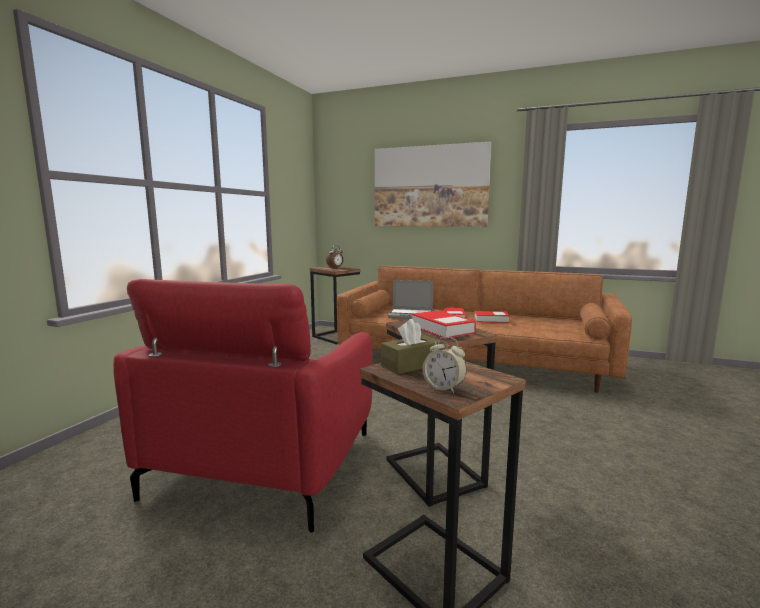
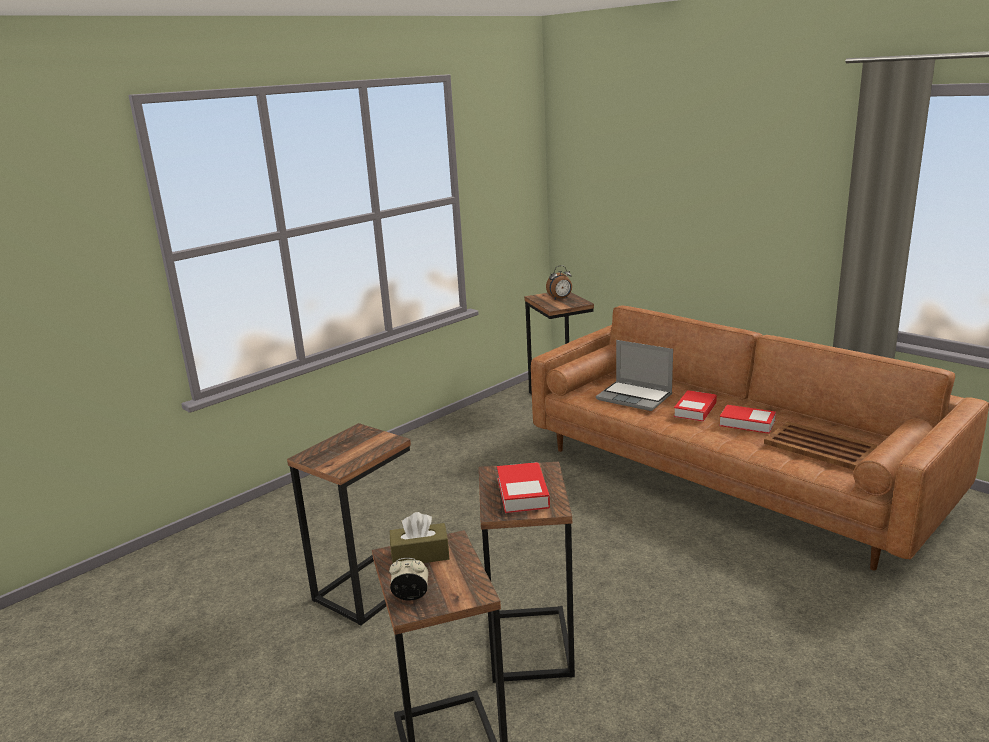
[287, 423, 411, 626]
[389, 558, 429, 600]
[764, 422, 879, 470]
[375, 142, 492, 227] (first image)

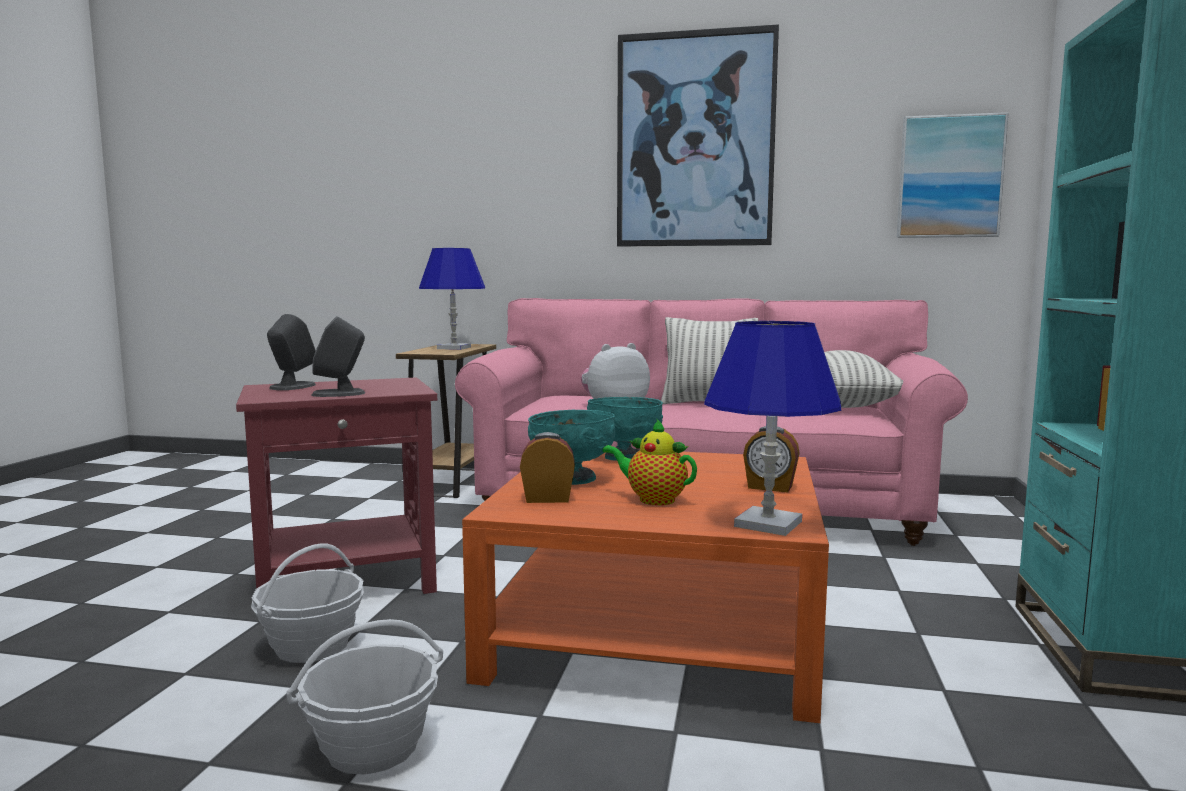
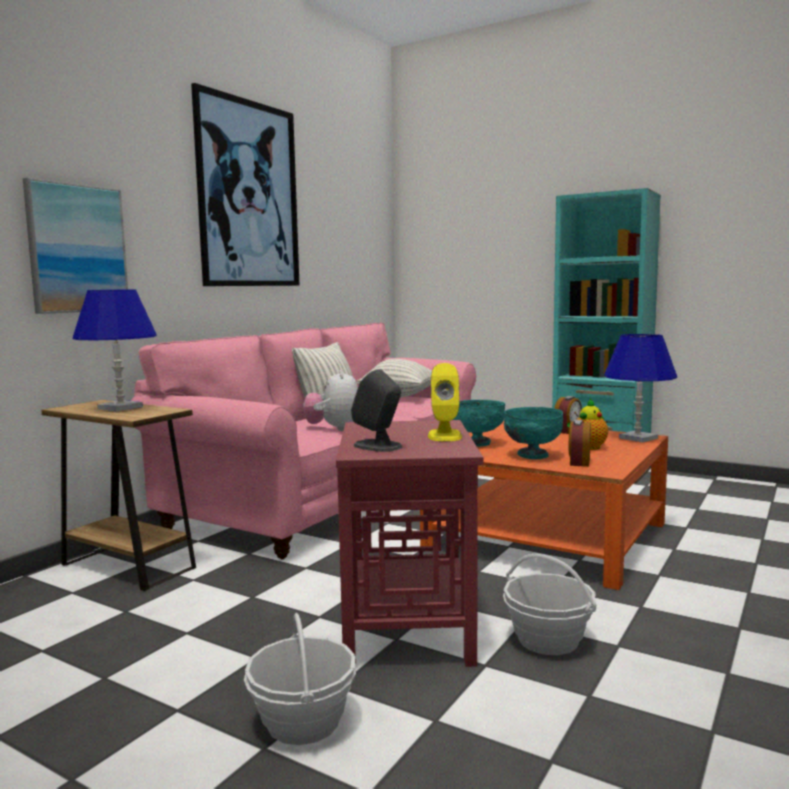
[23, 178, 128, 314]
[244, 613, 356, 745]
[428, 363, 462, 441]

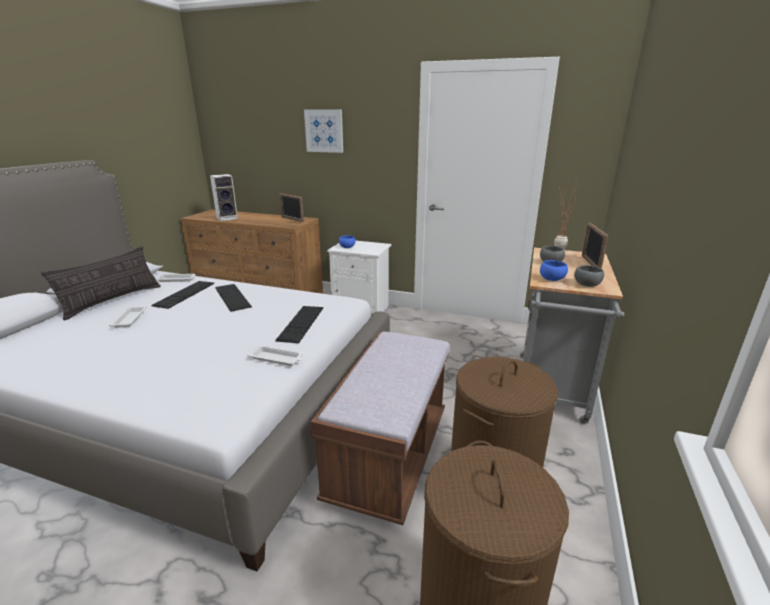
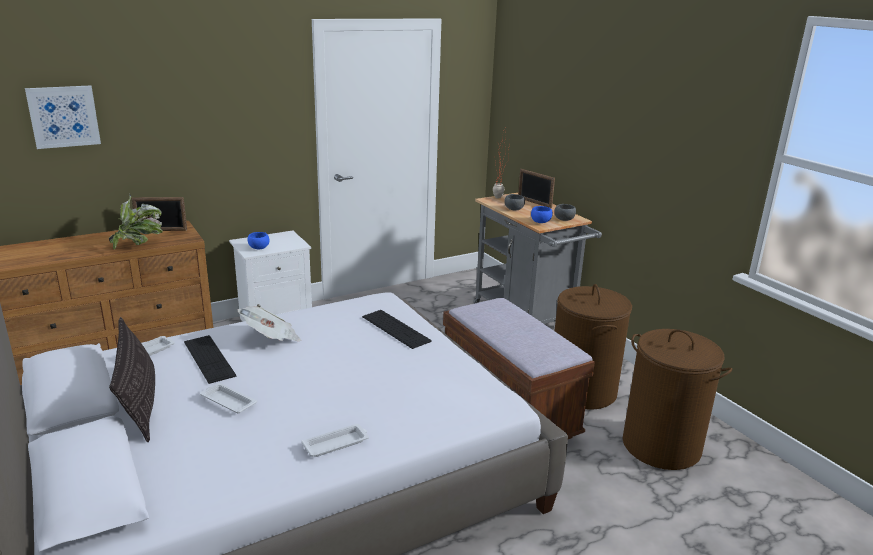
[25, 85, 101, 149]
[109, 194, 163, 250]
[238, 306, 301, 341]
[301, 424, 369, 457]
[210, 174, 238, 221] (first image)

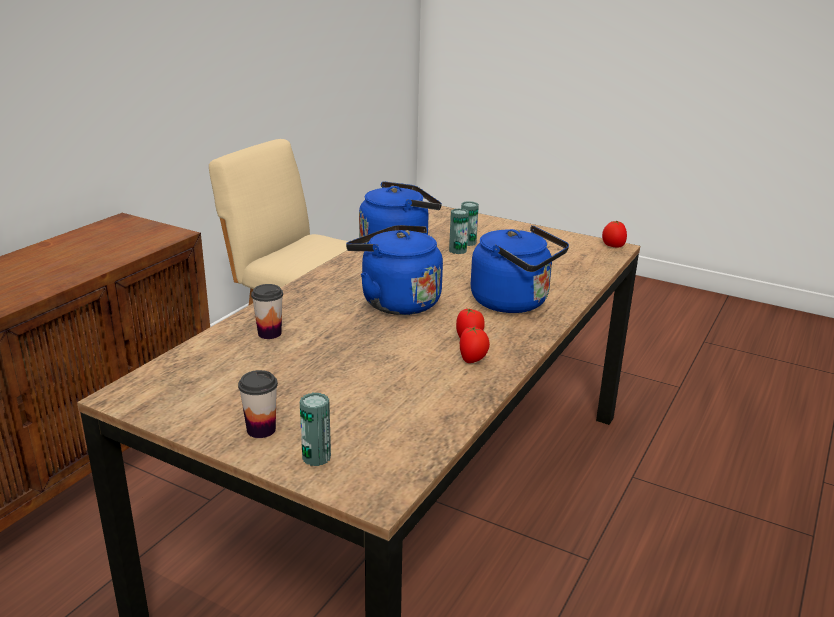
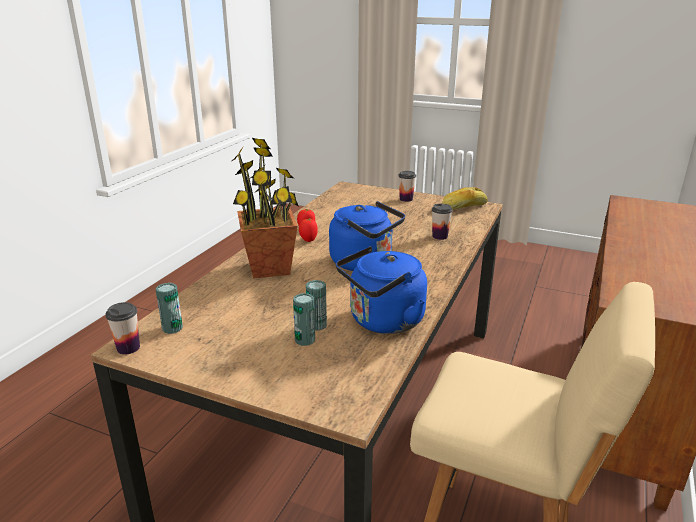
[106, 302, 140, 355]
[156, 283, 183, 334]
[232, 138, 299, 279]
[442, 187, 488, 209]

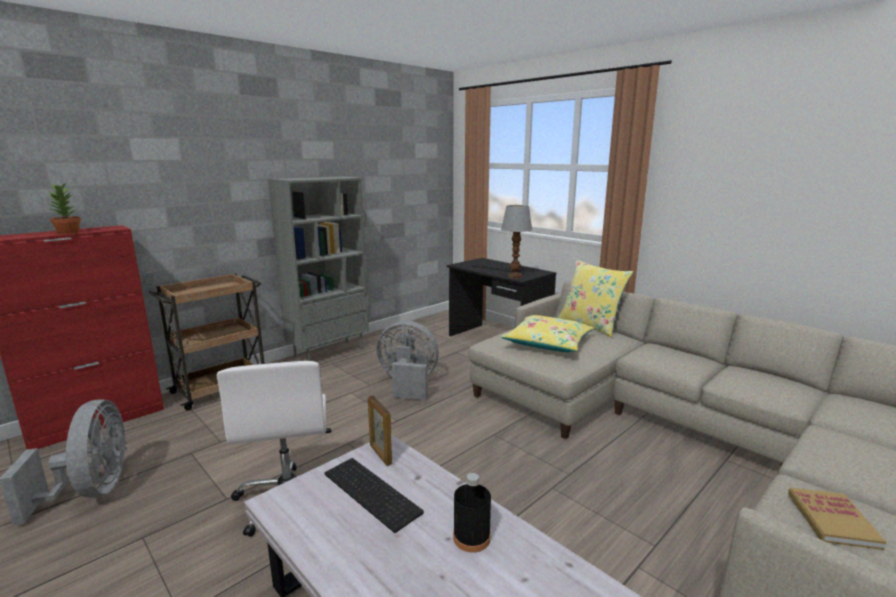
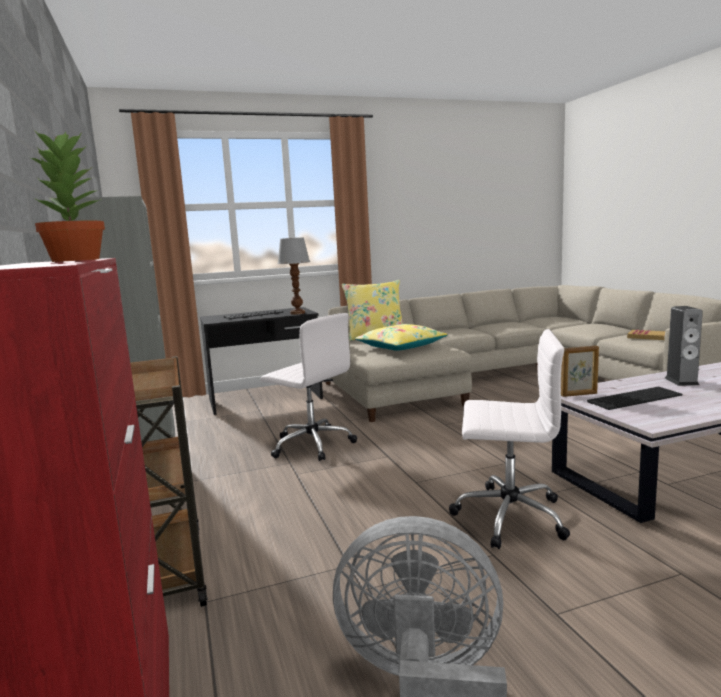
[261, 313, 357, 461]
[665, 306, 703, 386]

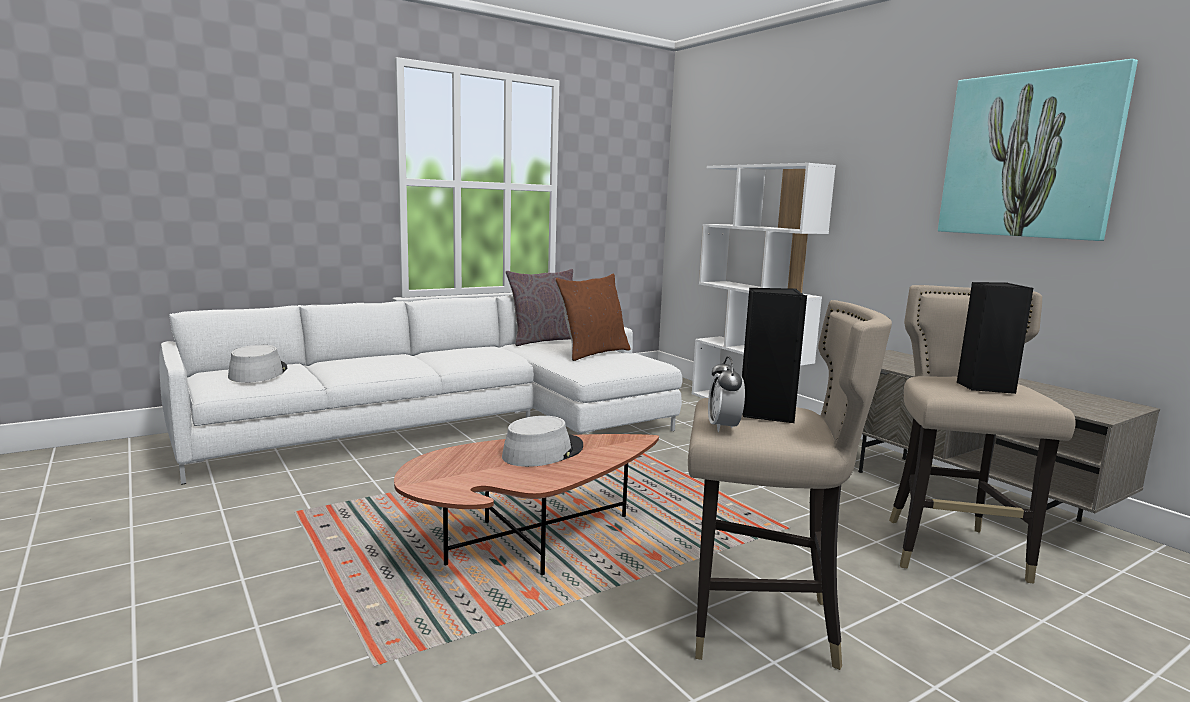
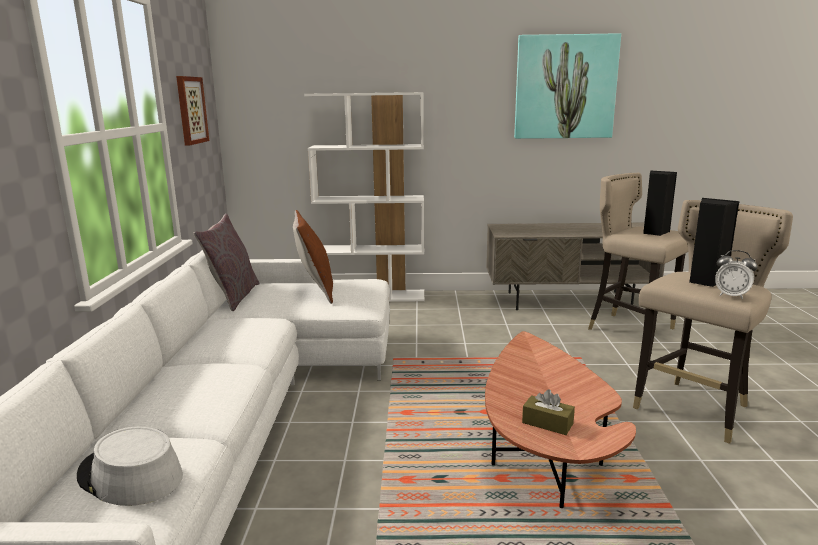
[176, 76, 209, 145]
[522, 389, 575, 435]
[502, 416, 583, 467] (first image)

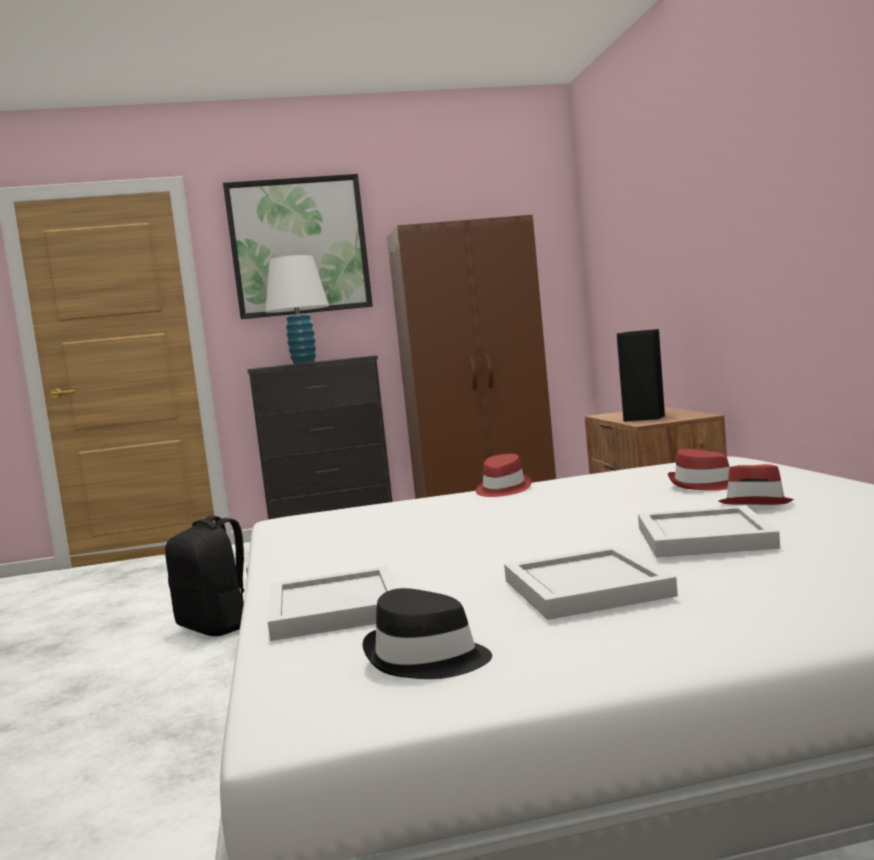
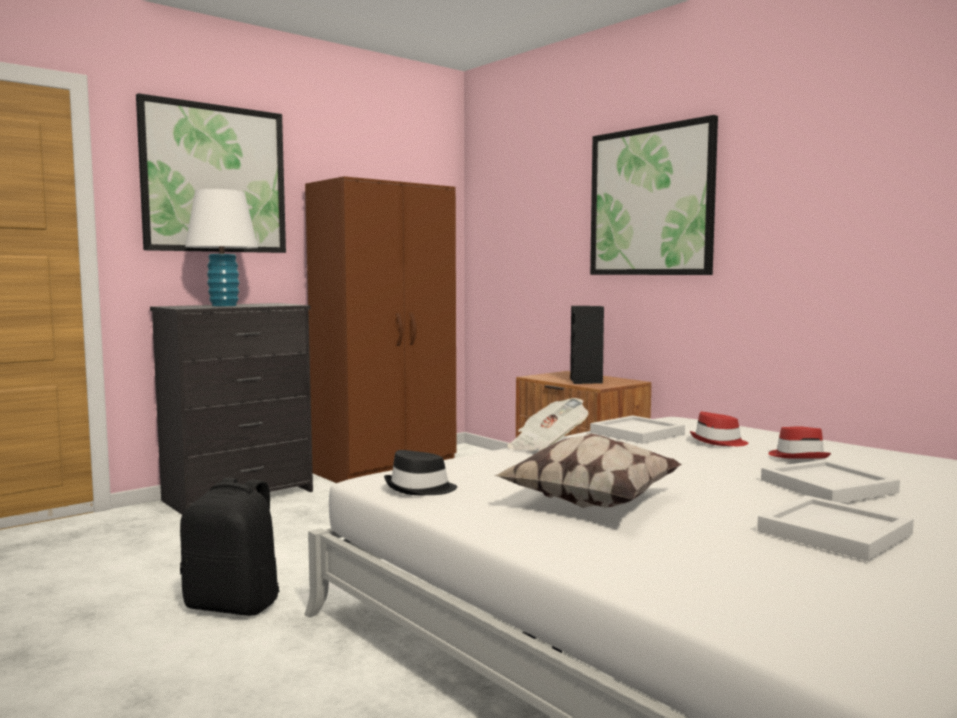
[384, 450, 457, 495]
[494, 433, 682, 508]
[507, 398, 589, 451]
[590, 115, 718, 275]
[590, 415, 685, 444]

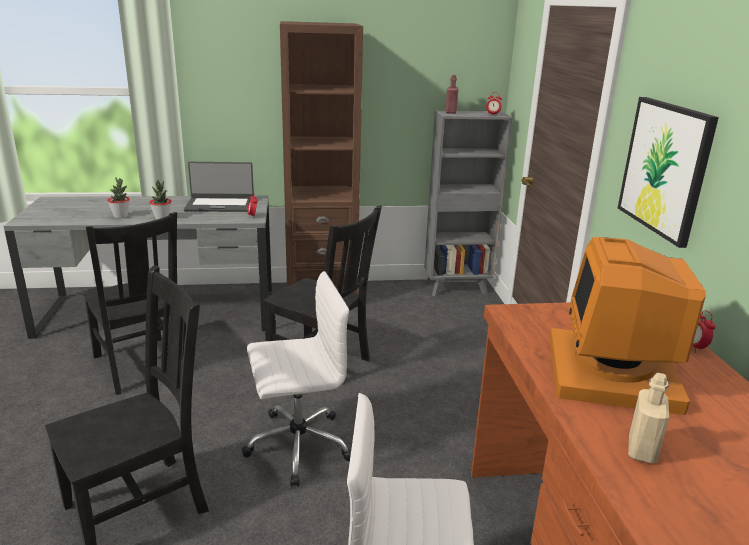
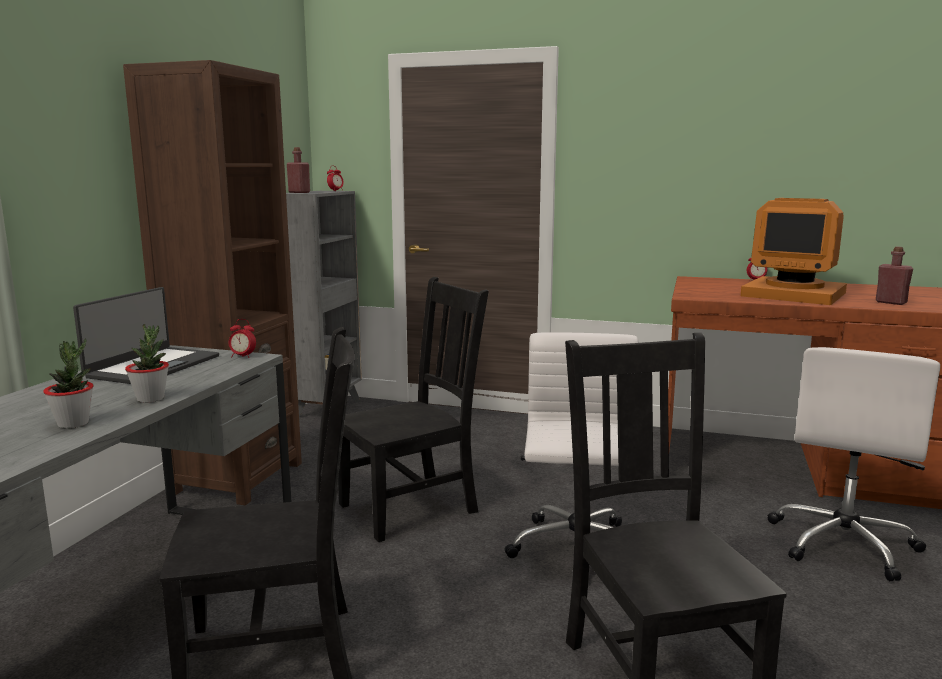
[876, 246, 913, 305]
[618, 97, 719, 248] (first image)

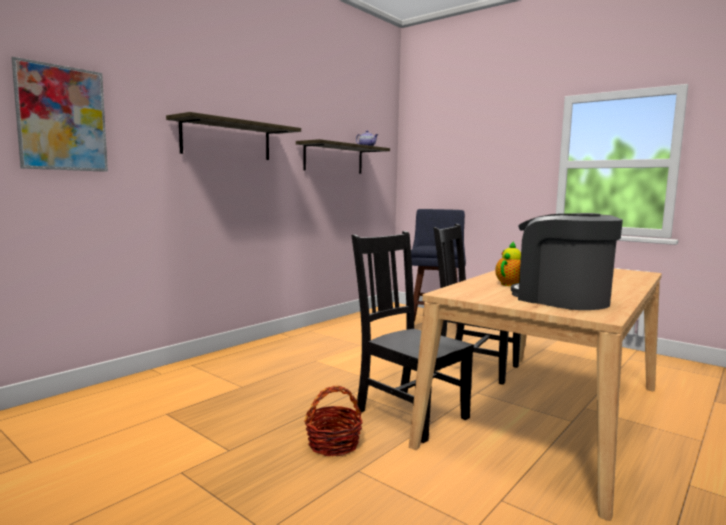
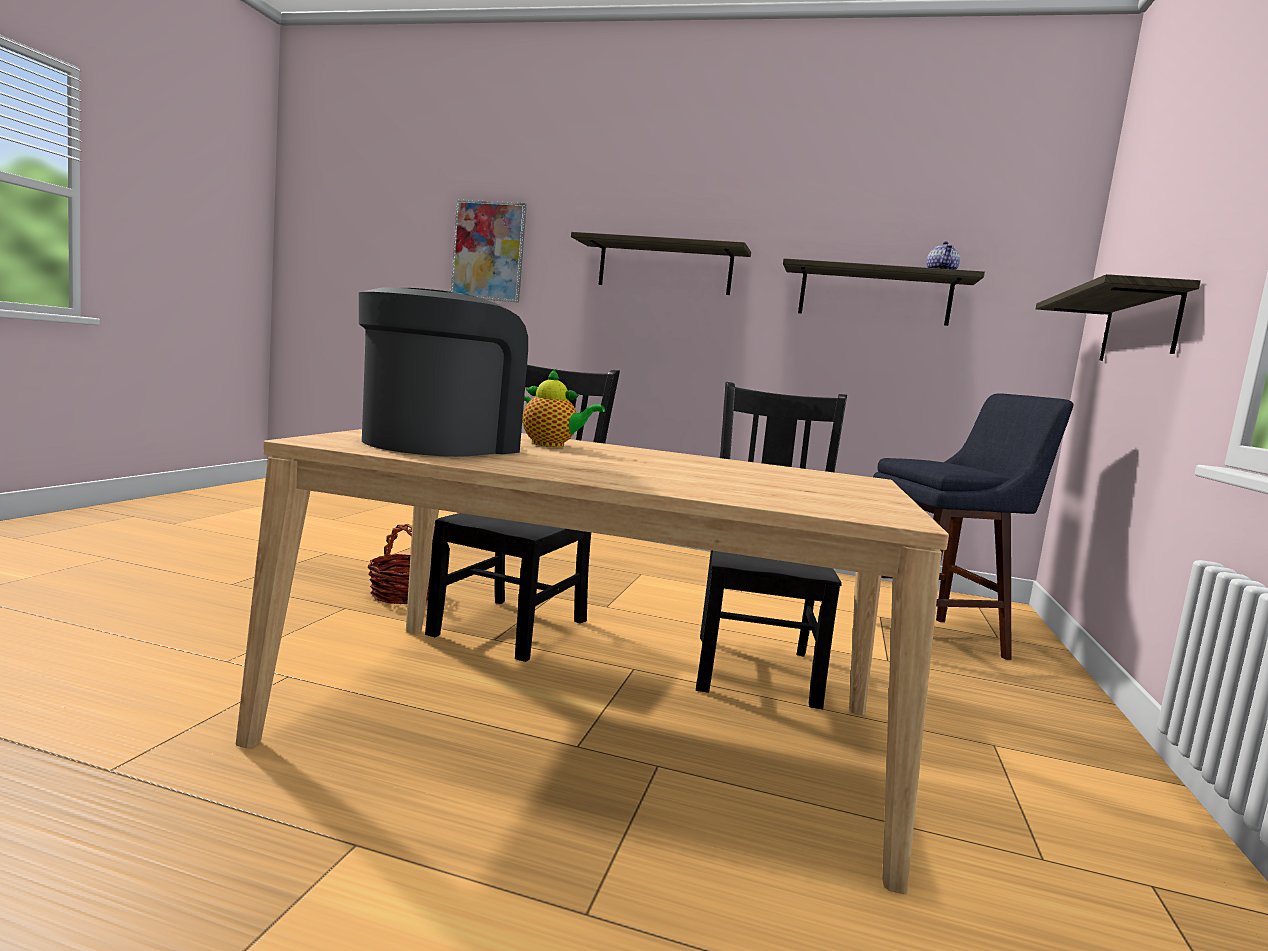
[1036, 274, 1201, 361]

